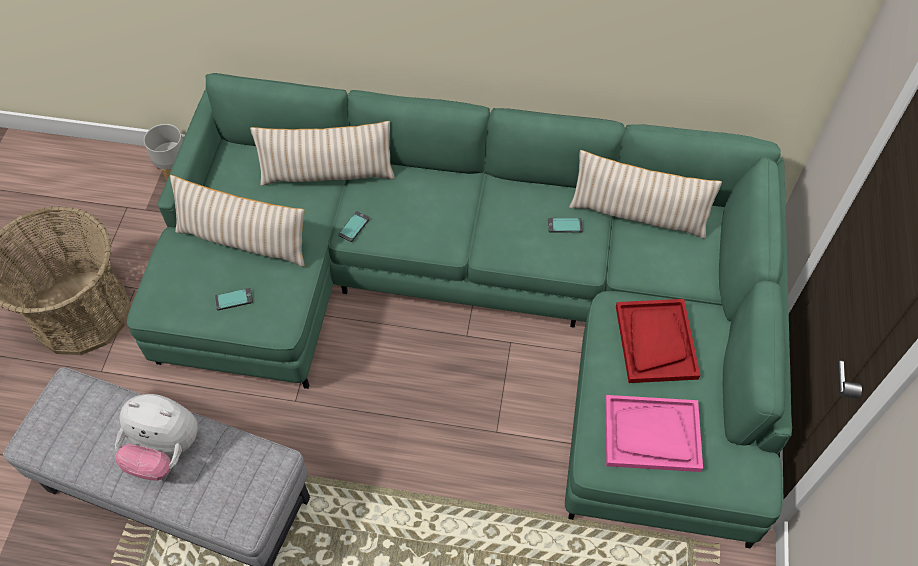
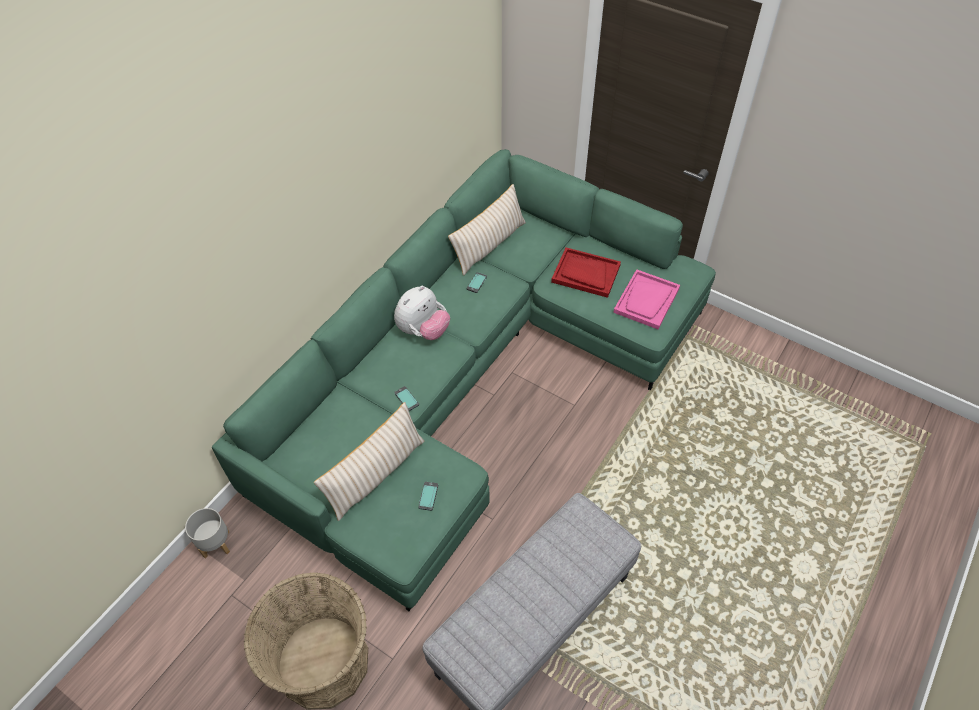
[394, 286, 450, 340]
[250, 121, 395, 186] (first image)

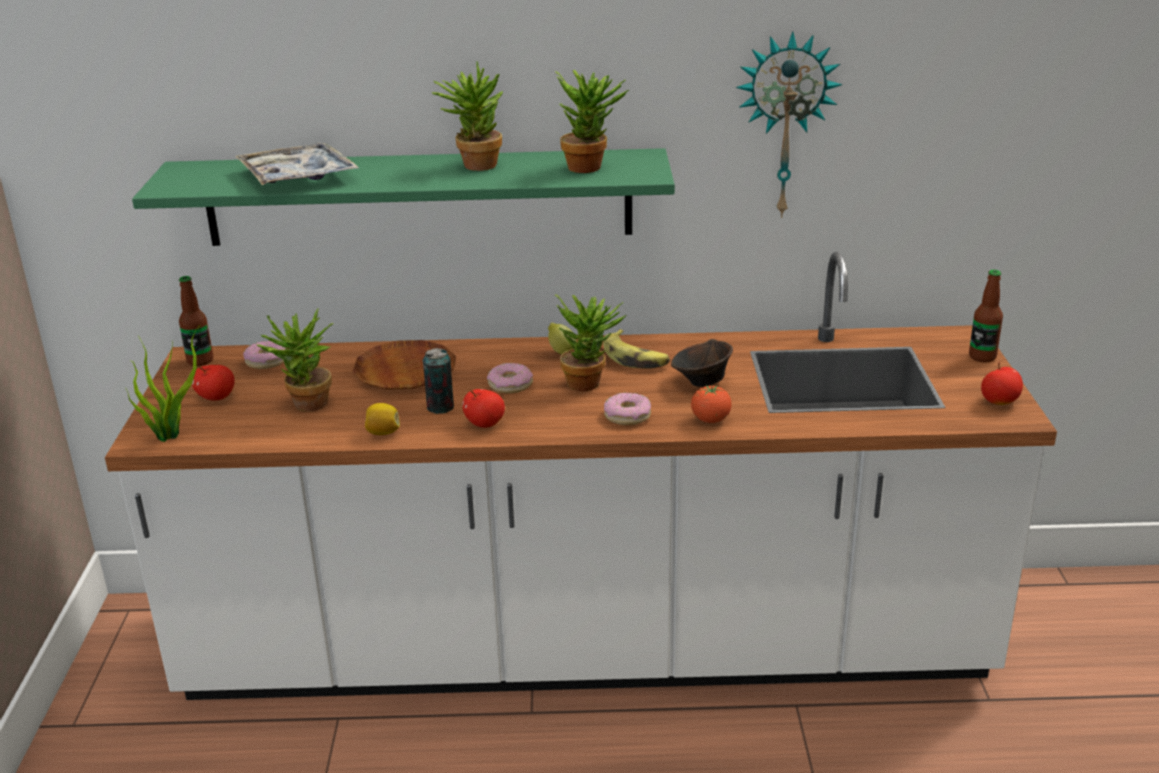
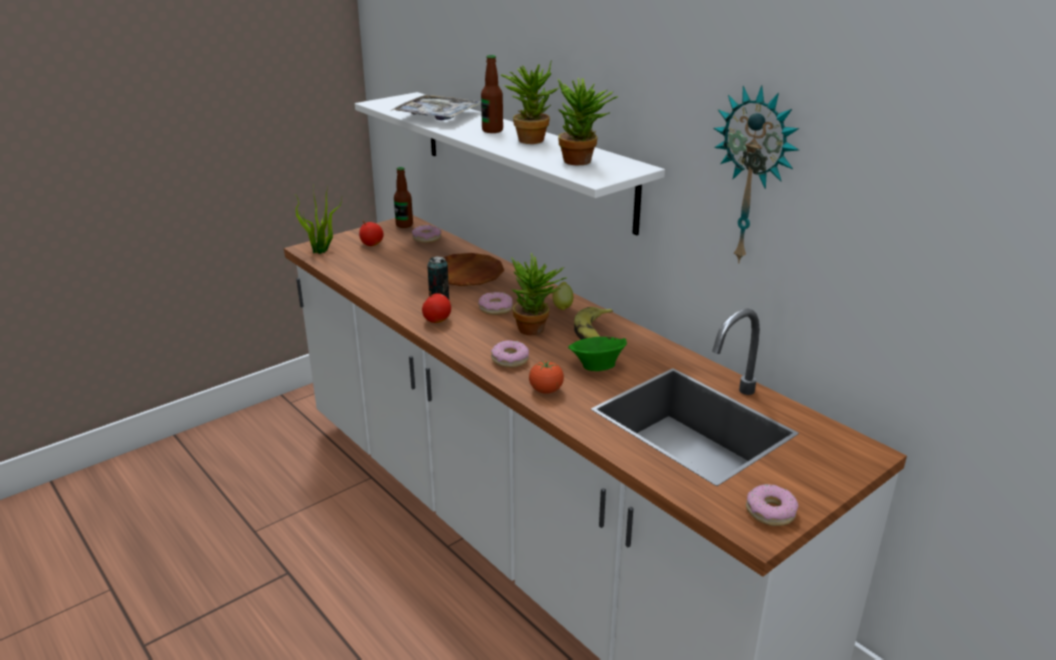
[355, 92, 665, 235]
[481, 55, 503, 133]
[568, 337, 627, 371]
[746, 484, 799, 526]
[257, 308, 334, 412] (first image)
[365, 403, 400, 435] (first image)

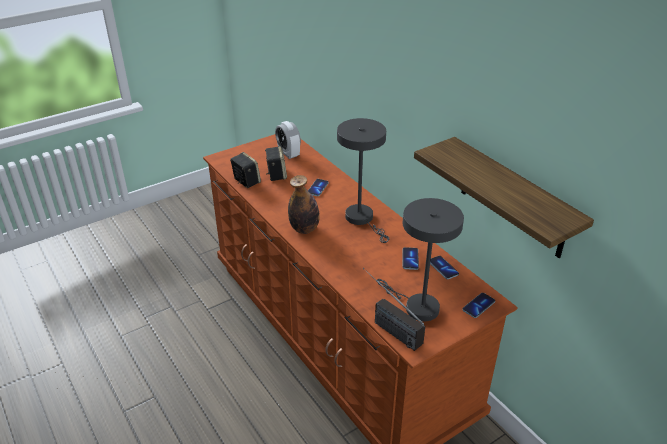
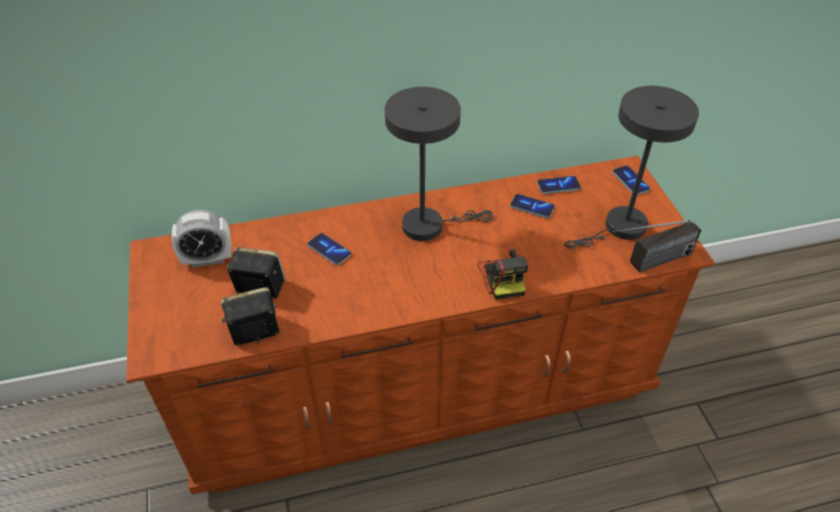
[477, 249, 528, 300]
[288, 175, 320, 234] (first image)
[414, 137, 594, 258] (first image)

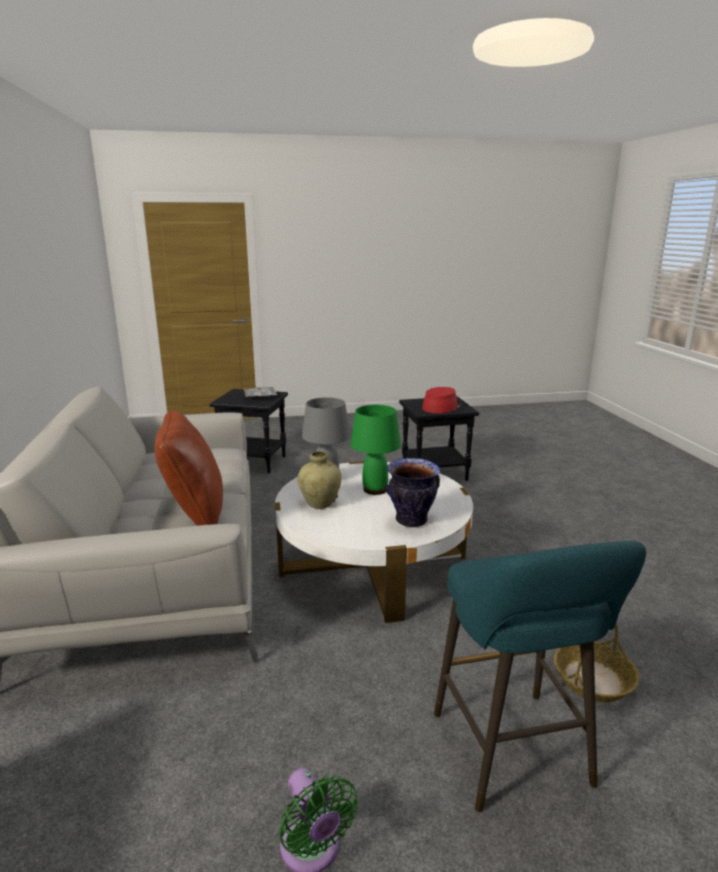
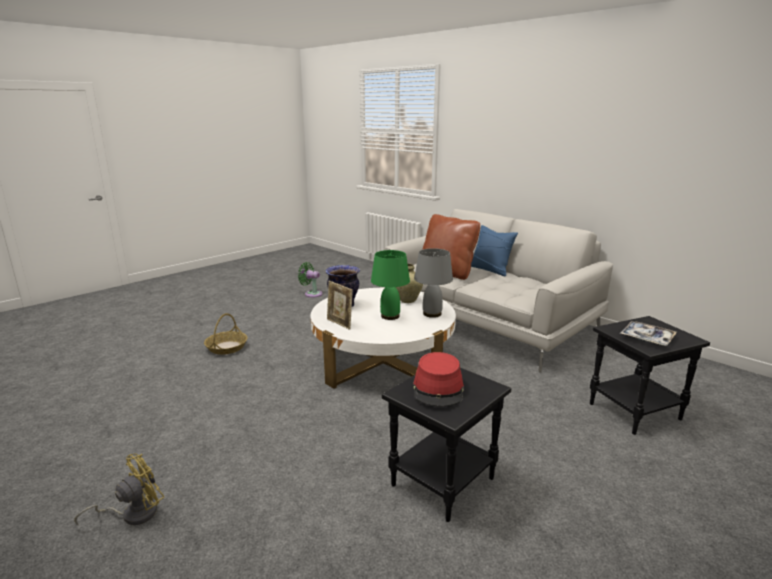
[74, 454, 164, 526]
[327, 281, 353, 330]
[471, 225, 518, 276]
[434, 541, 646, 812] (first image)

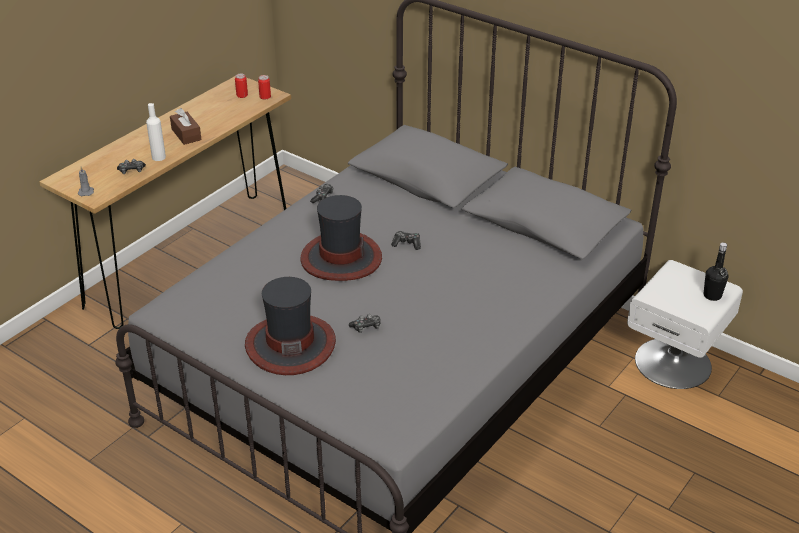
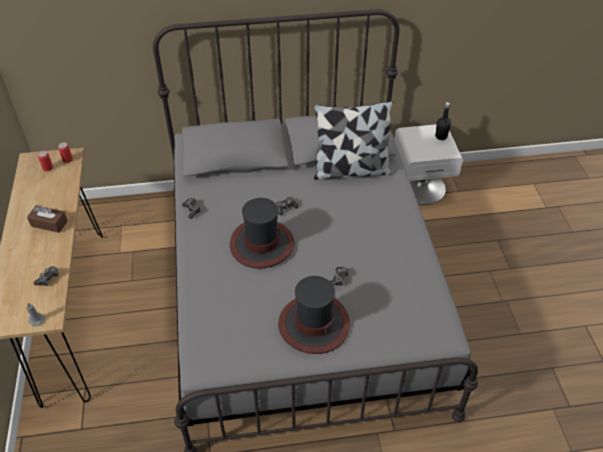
[314, 101, 393, 180]
[146, 103, 166, 161] (first image)

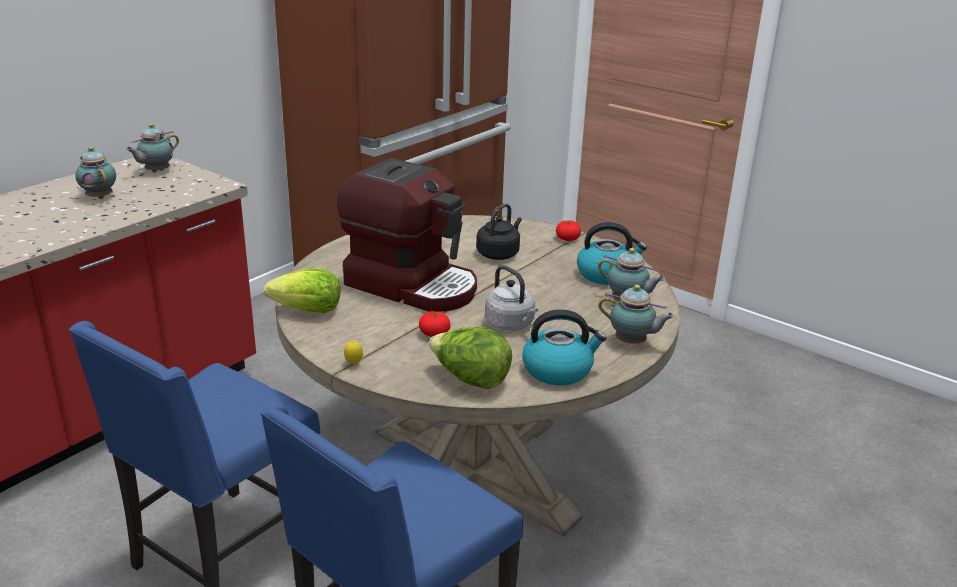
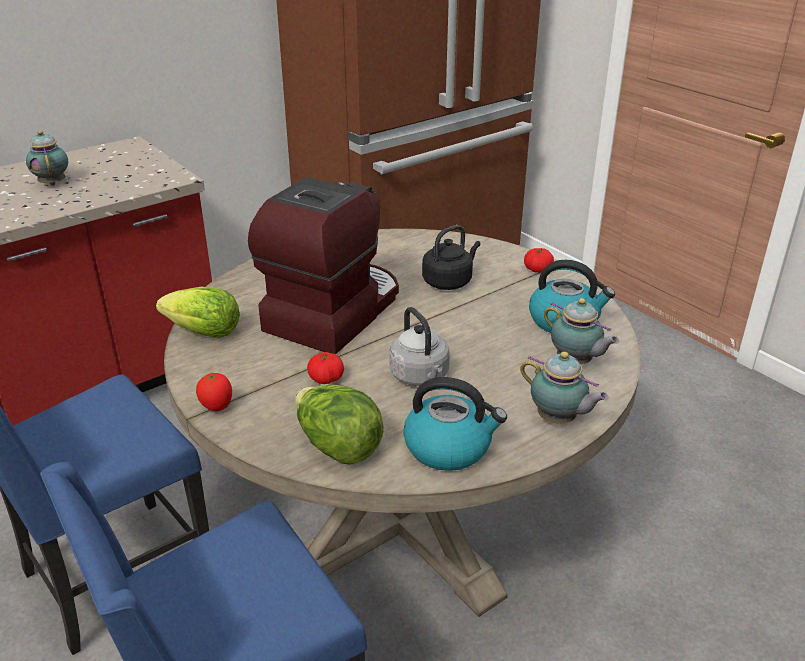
[196, 372, 232, 411]
[248, 177, 399, 354]
[126, 123, 179, 173] (first image)

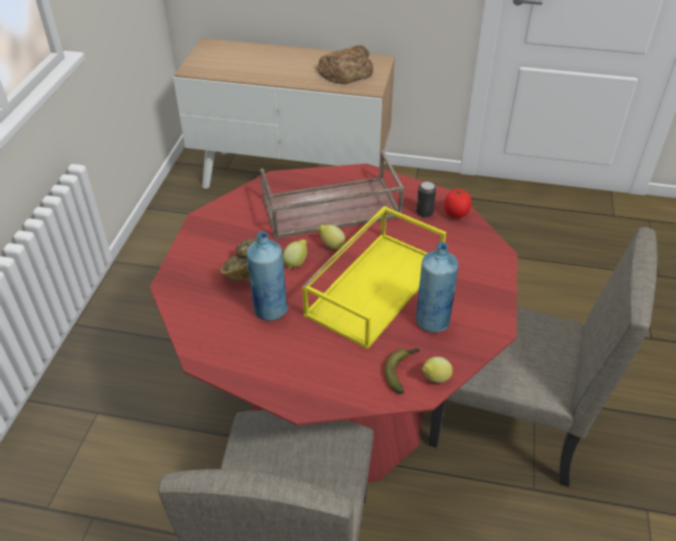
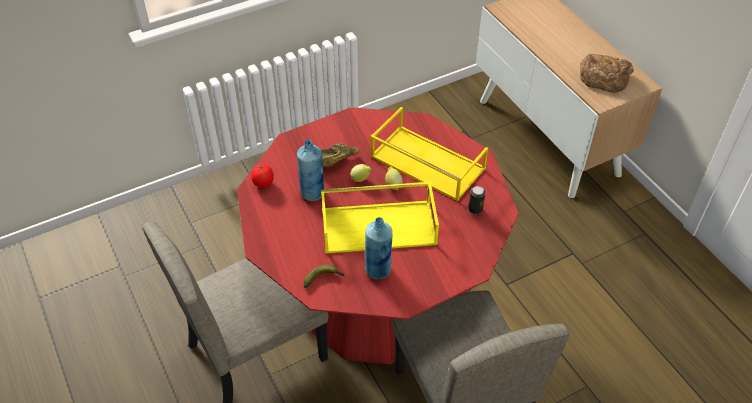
[251, 164, 274, 187]
[371, 107, 488, 201]
[422, 357, 453, 383] (first image)

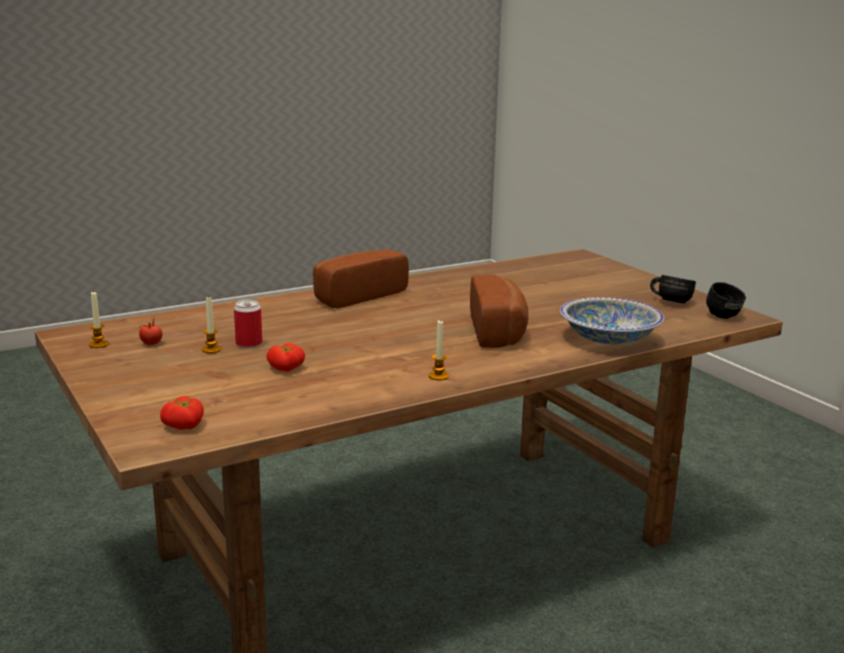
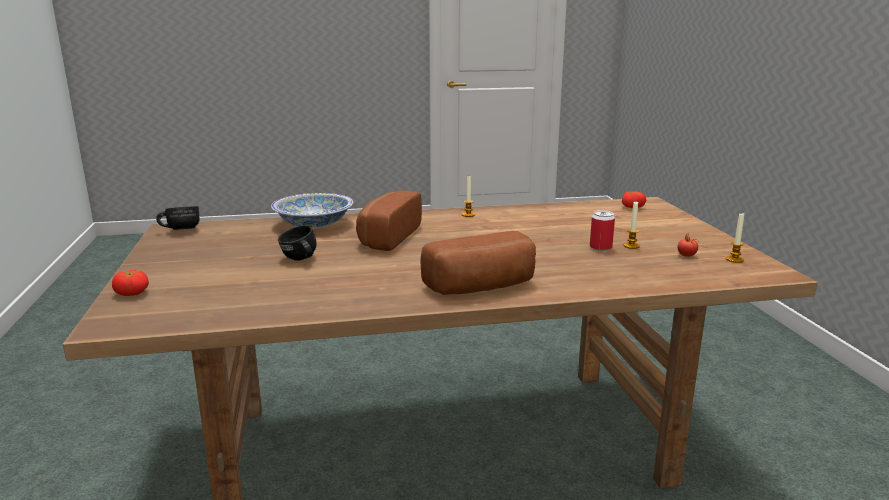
[112, 269, 149, 296]
[278, 225, 316, 261]

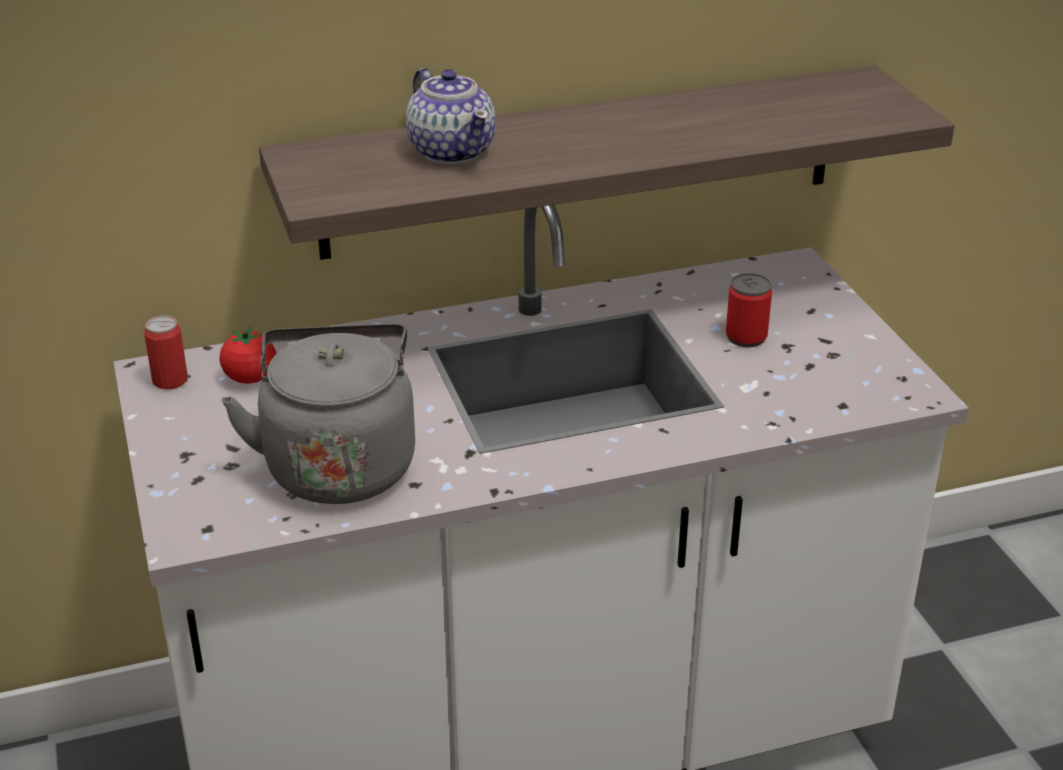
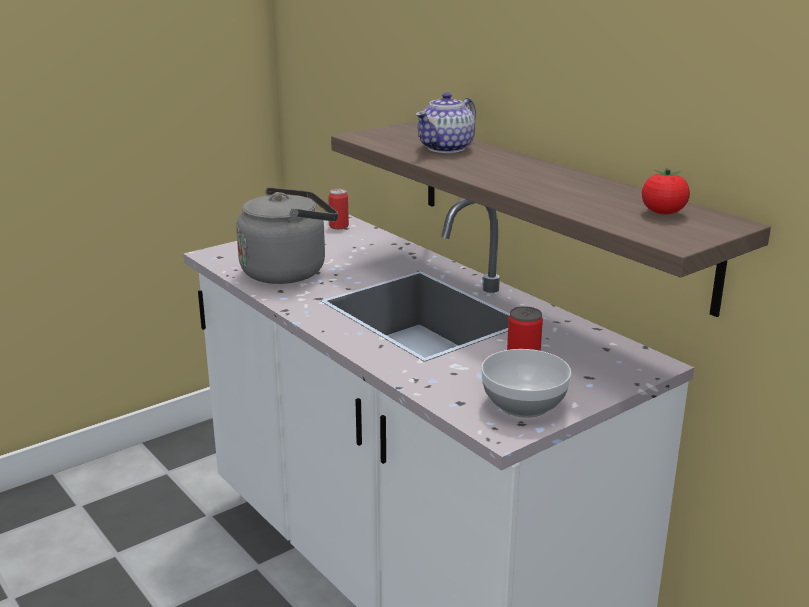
[481, 349, 571, 418]
[642, 168, 690, 215]

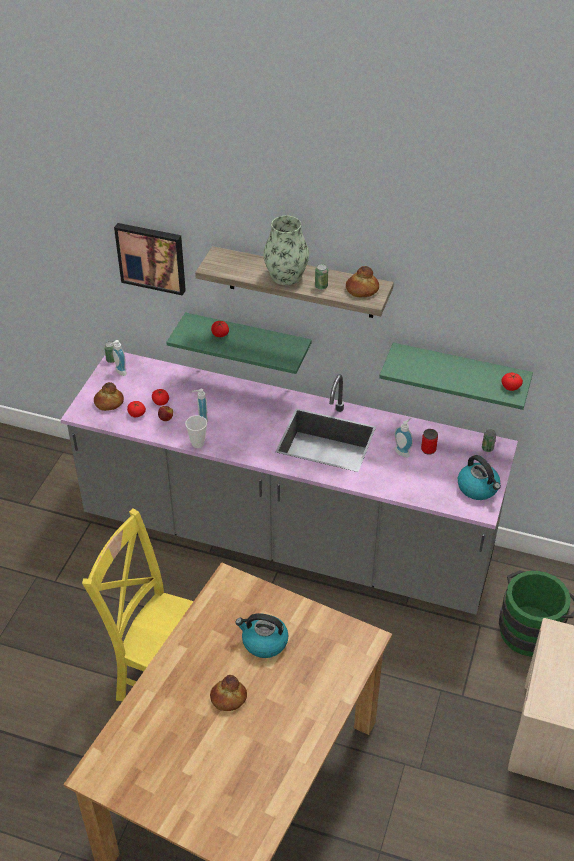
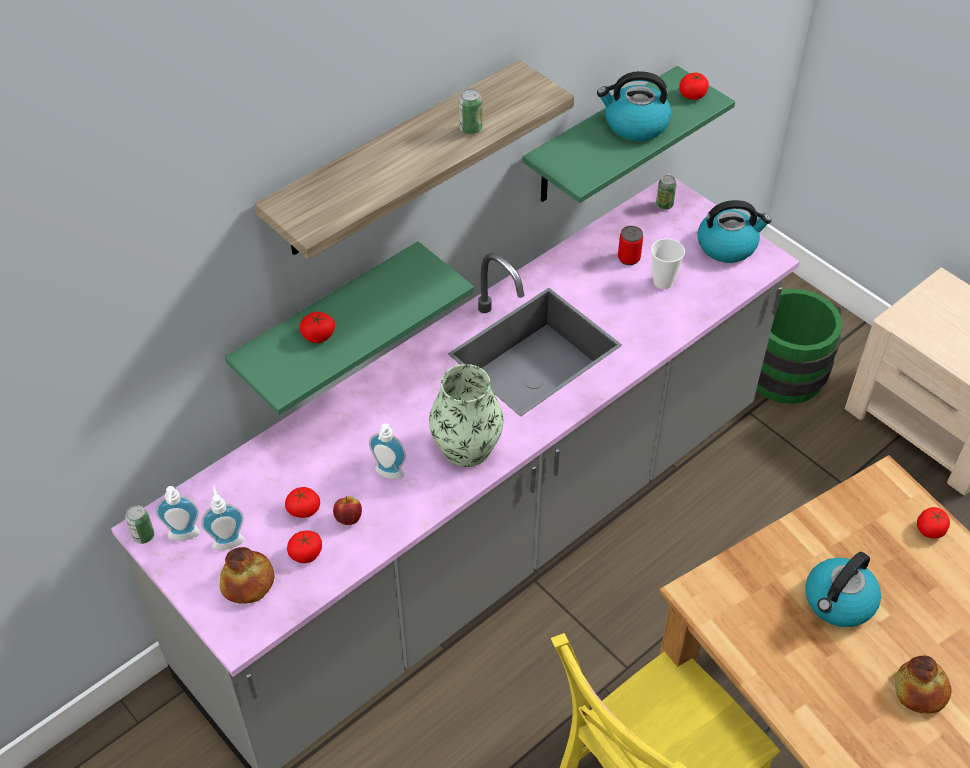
[201, 485, 244, 550]
[429, 364, 504, 467]
[597, 71, 671, 141]
[651, 238, 685, 289]
[917, 507, 950, 539]
[114, 223, 186, 296] (first image)
[346, 266, 379, 297] (first image)

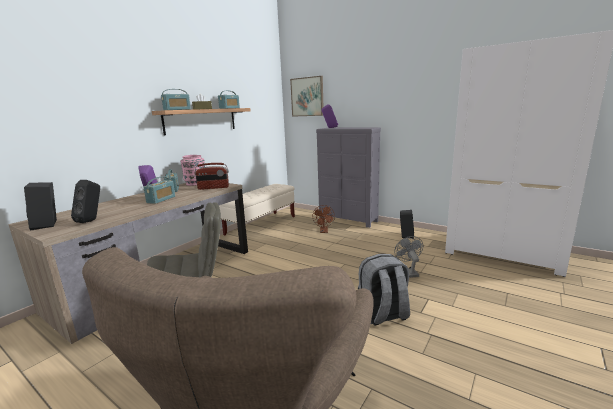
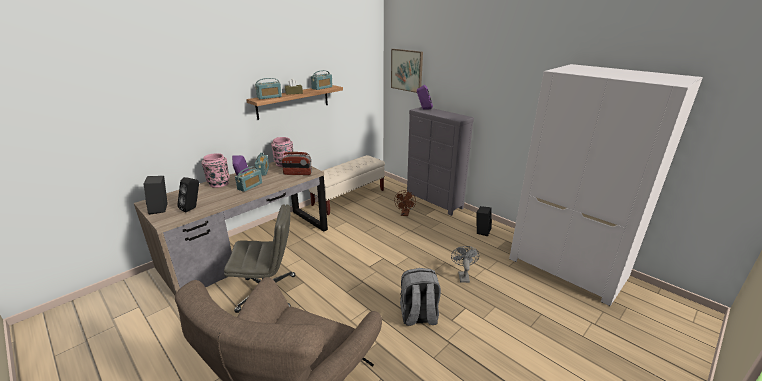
[201, 153, 230, 188]

